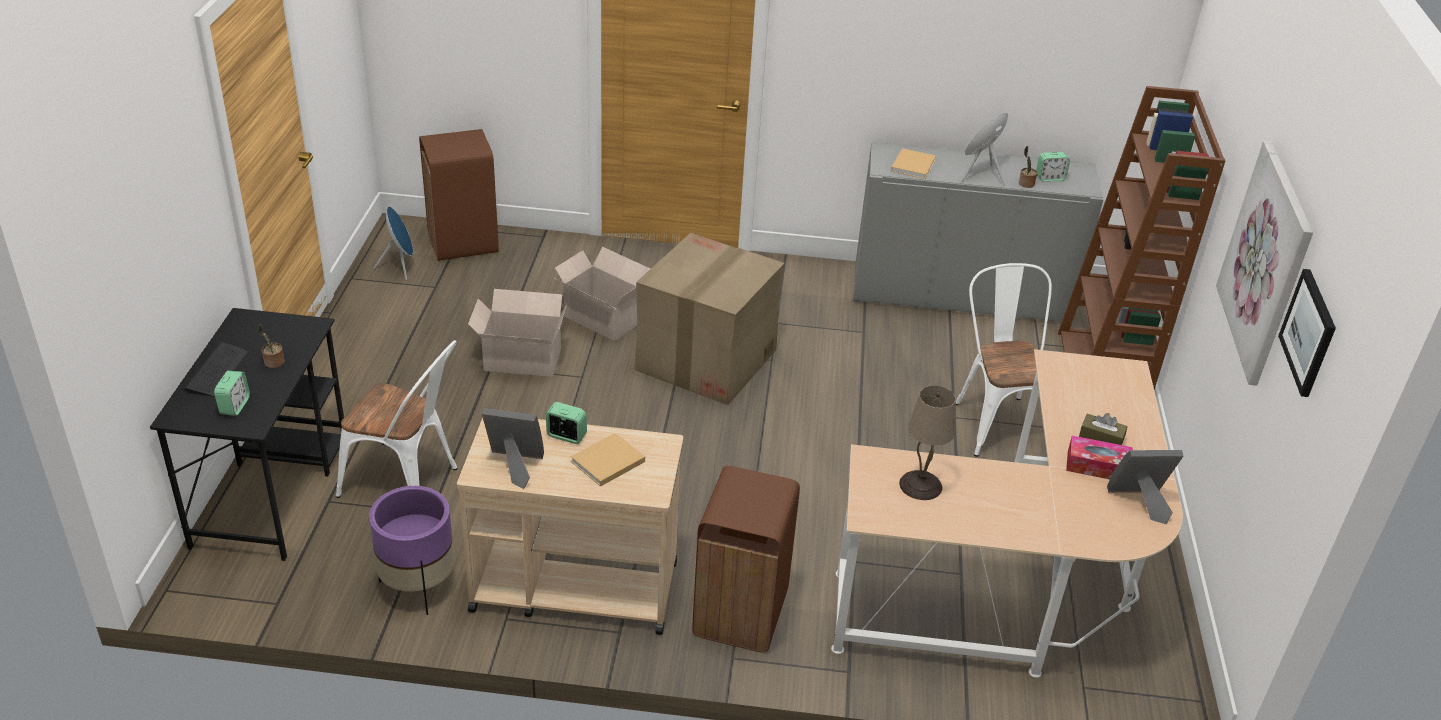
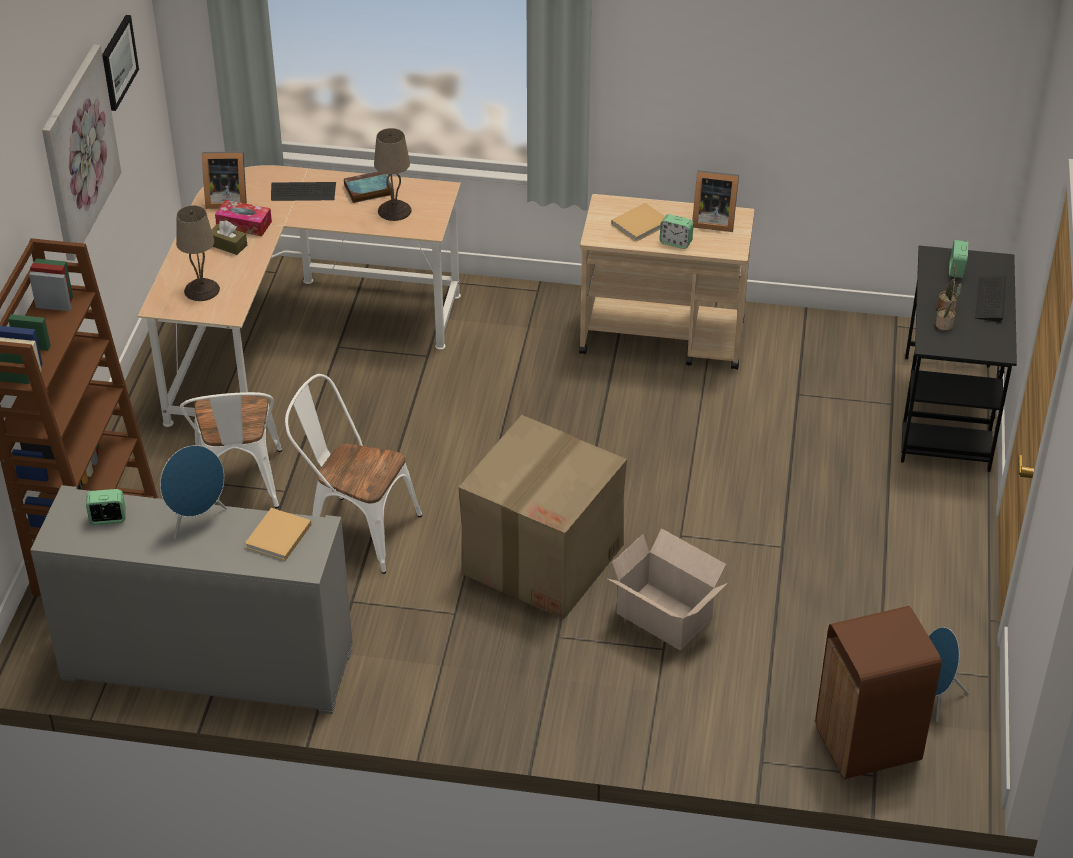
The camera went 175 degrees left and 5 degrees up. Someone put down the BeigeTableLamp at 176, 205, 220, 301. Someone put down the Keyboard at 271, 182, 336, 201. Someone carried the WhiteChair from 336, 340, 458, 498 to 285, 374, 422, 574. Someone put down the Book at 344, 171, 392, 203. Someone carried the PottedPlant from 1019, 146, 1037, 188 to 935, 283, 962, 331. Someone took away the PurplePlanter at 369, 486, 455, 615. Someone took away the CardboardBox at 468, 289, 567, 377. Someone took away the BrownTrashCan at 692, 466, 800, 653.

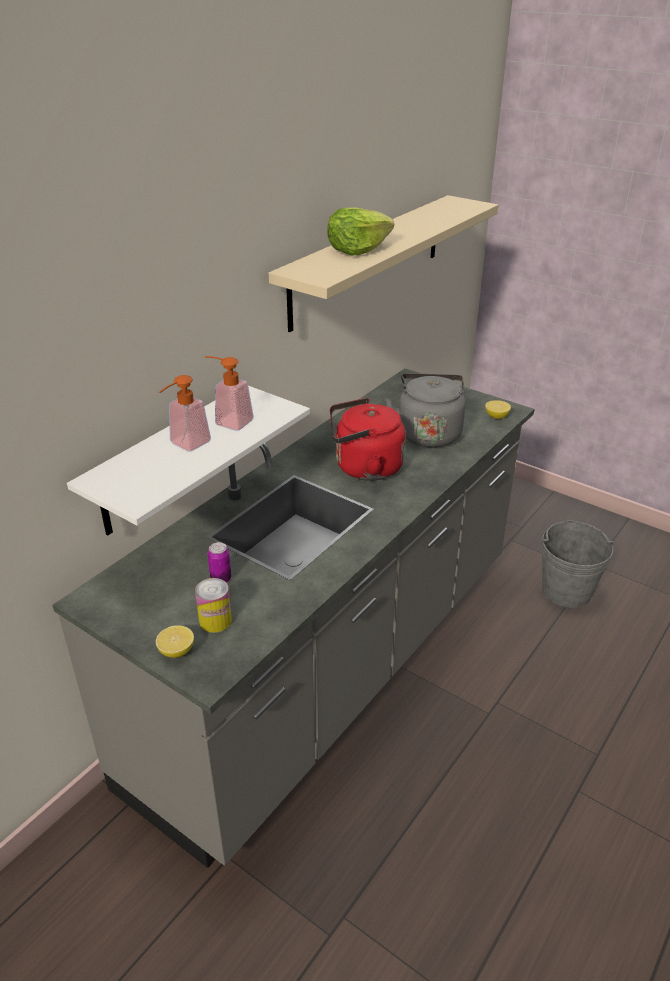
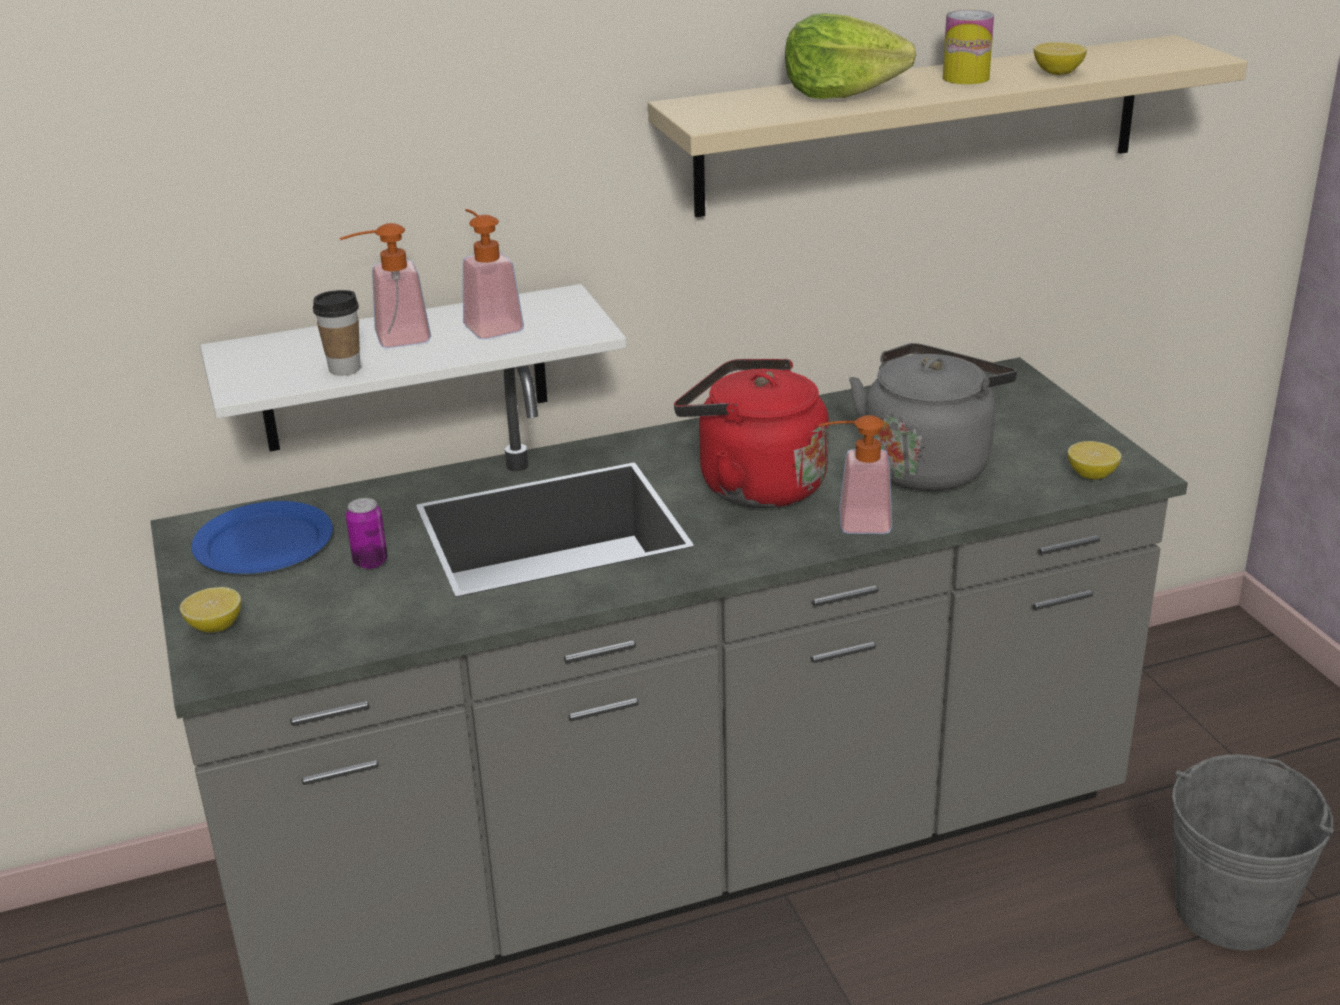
The camera went 35 degrees right and 5 degrees down. Someone put down the BluePlate at 191, 501, 333, 574. Someone put down the Cup at 313, 290, 361, 376. Someone put down the SoapDispenser at 819, 415, 892, 534. Someone carried the Can from 195, 578, 232, 633 to 943, 10, 994, 85. Someone put down the Lemon at 1034, 42, 1087, 75.

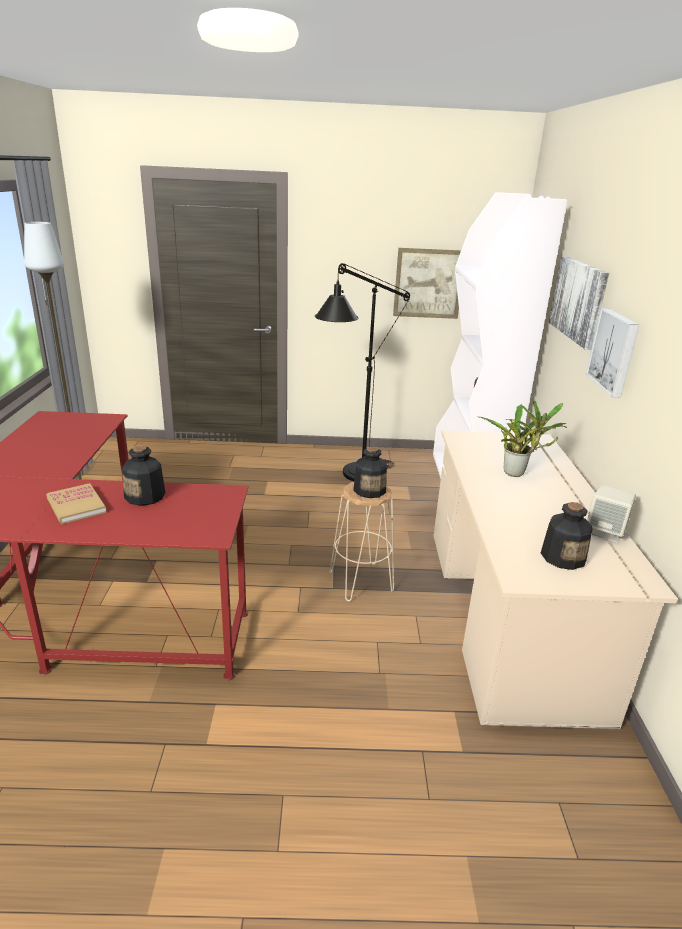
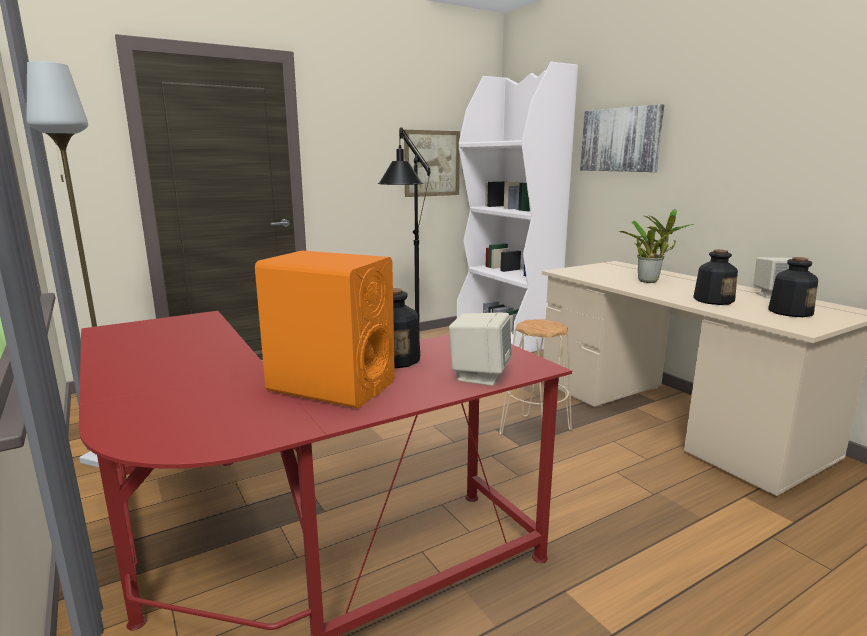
The camera went 30 degrees left and 10 degrees down. Someone swapped the Book at 46, 483, 106, 524 for the OrangeSpeaker at 255, 251, 395, 408. Someone put down the BeigeSpeaker at 449, 313, 512, 386. Someone carried the Bottle from 353, 447, 387, 498 to 693, 250, 738, 305. Someone took away the Picture at 586, 308, 639, 397.

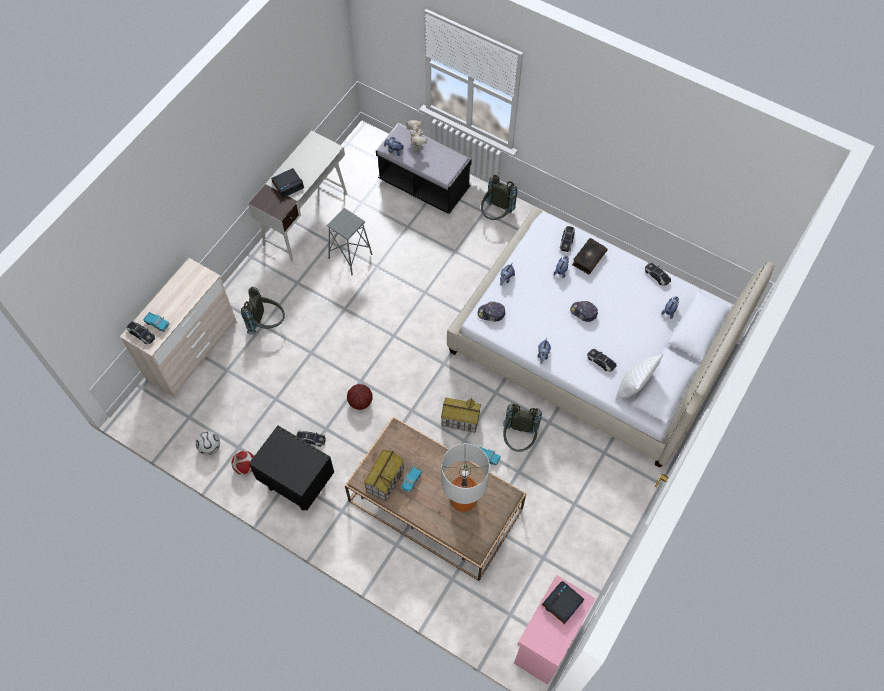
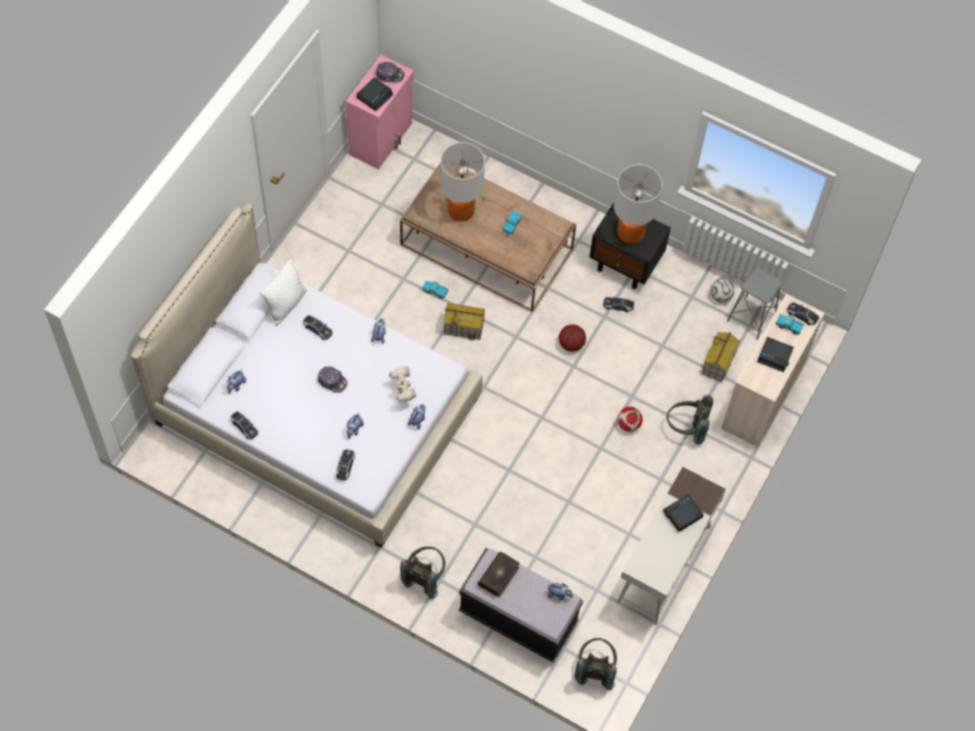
The camera went 175 degrees right and 0 degrees up. Someone carried the Cap from 478, 302, 505, 322 to 376, 62, 404, 82. Someone carried the ToyRobot from 406, 120, 428, 150 to 389, 367, 416, 403. Someone carried the Book from 572, 238, 607, 274 to 477, 552, 520, 597. Someone carried the GreyBackpack from 503, 403, 542, 452 to 574, 638, 617, 690. Someone put down the TableLamp at 614, 165, 663, 244. Someone carried the Football from 232, 451, 254, 475 to 617, 407, 643, 432. Someone carried the ToyHouse from 364, 449, 404, 501 to 702, 332, 740, 382. Someone carried the GreyStool from 327, 208, 373, 275 to 727, 267, 783, 340. Someone put down the AlarmClock at 757, 337, 794, 372.

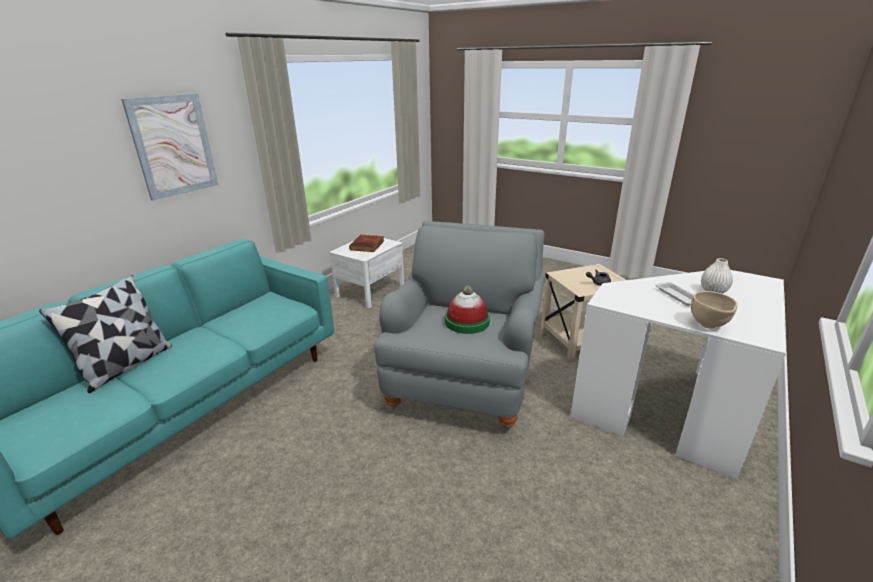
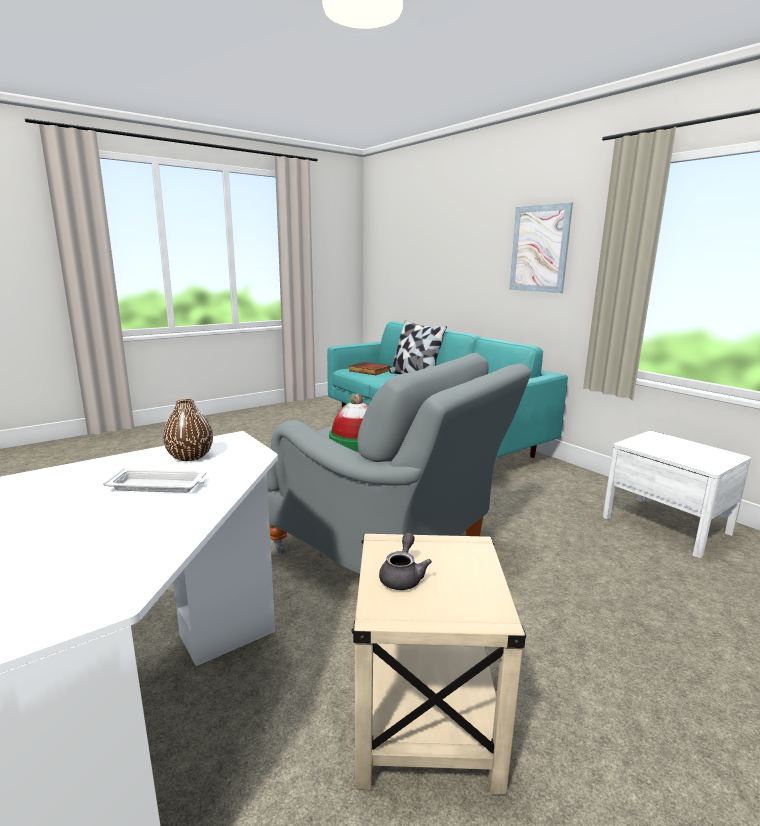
The camera went 110 degrees right and 10 degrees down. Someone put down the BrownVase at 163, 399, 213, 461. Someone carried the Book from 349, 235, 384, 252 to 349, 362, 390, 375. Someone took away the BeigeBowl at 691, 291, 738, 329. Someone took away the WhiteVase at 701, 258, 733, 294.

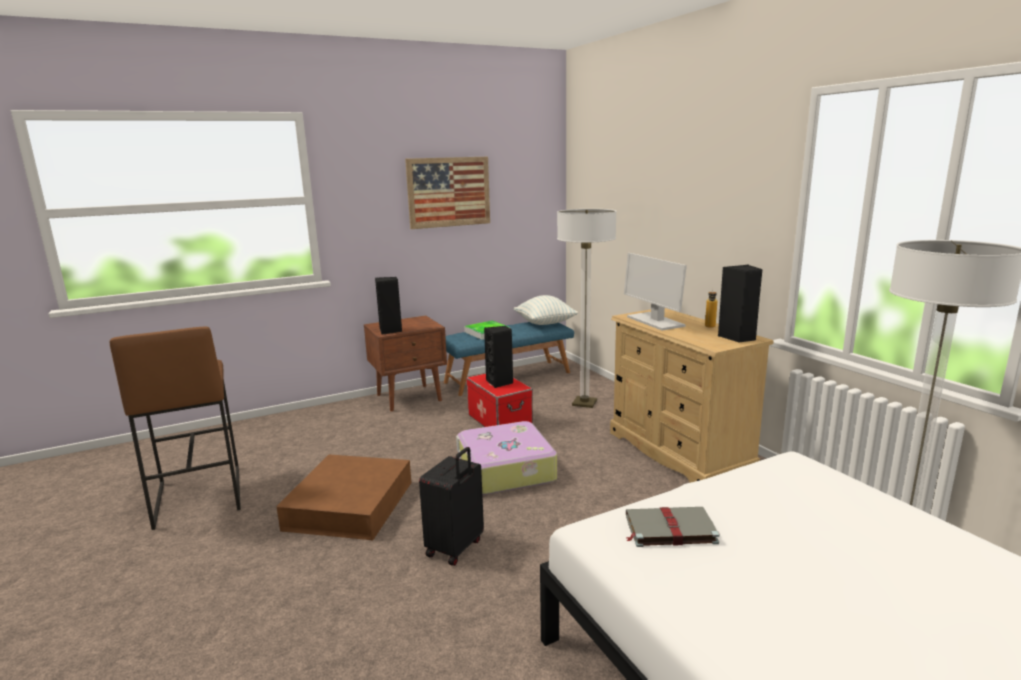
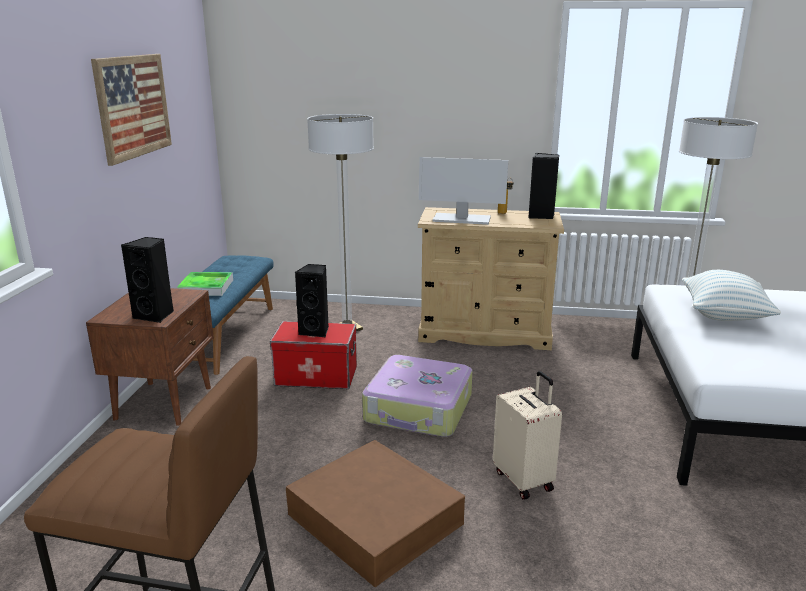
The camera went 55 degrees left and 5 degrees up. Someone repainted the BlackSuitcase at 419, 447, 484, 566, which became the BeigeSuitcase at 493, 371, 562, 500. Someone carried the Pillow from 514, 295, 578, 325 to 682, 270, 781, 321. Someone took away the GreyBook at 625, 507, 720, 547.

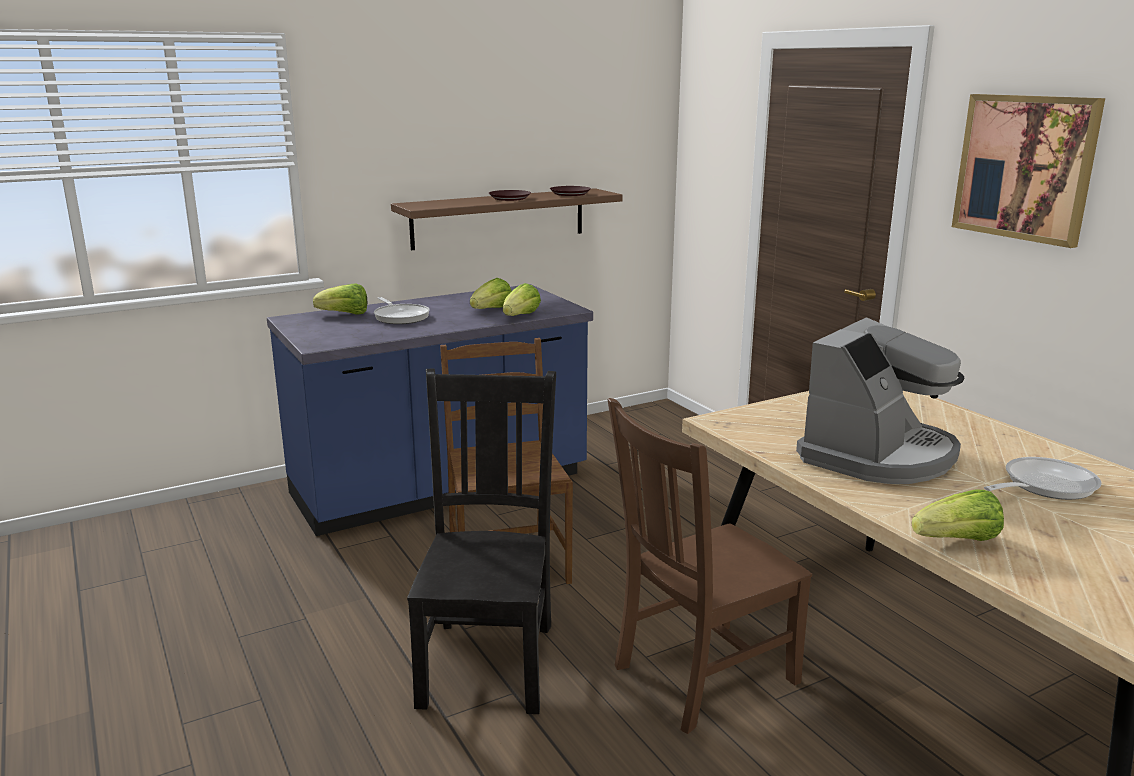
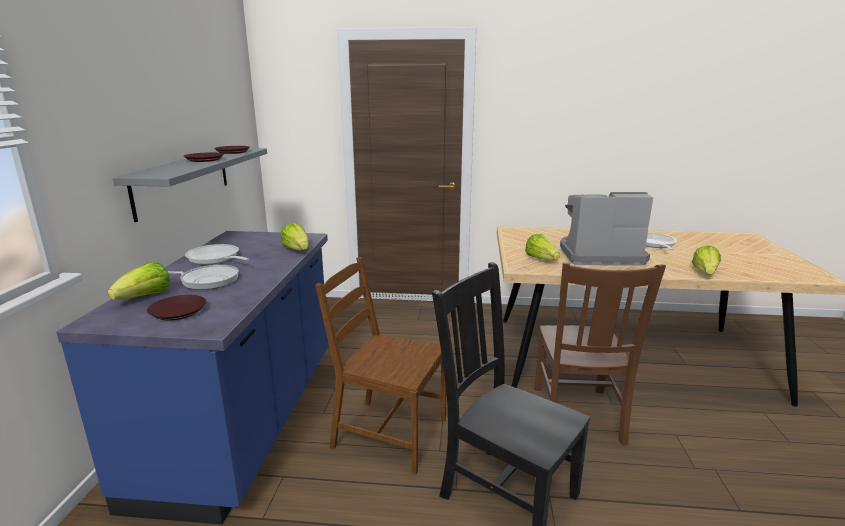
The camera went 55 degrees left and 0 degrees up. Someone repainted the BrownShelf at 391, 188, 623, 250, which became the GreyShelf at 113, 148, 267, 222. Someone put down the BrownPlate at 147, 295, 206, 321. Someone put down the FryingPan at 185, 244, 249, 265. Someone carried the Lettuce from 470, 278, 511, 309 to 525, 234, 560, 260. Someone rotated the CoffeeMachine at 796, 317, 964, 484 by 75 degrees counterclockwise. Someone took away the Picture at 952, 94, 1105, 248.

